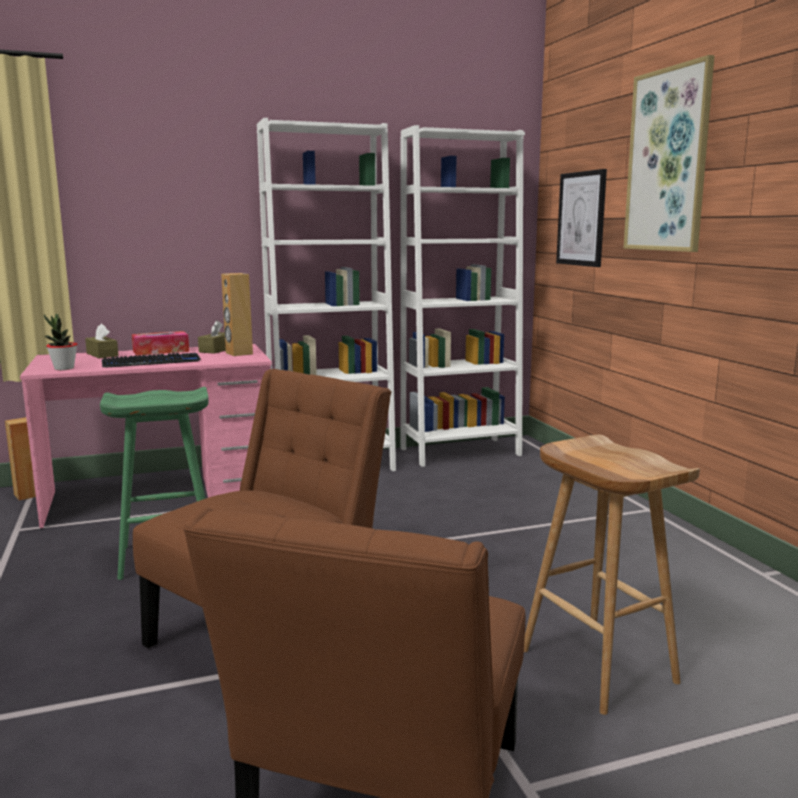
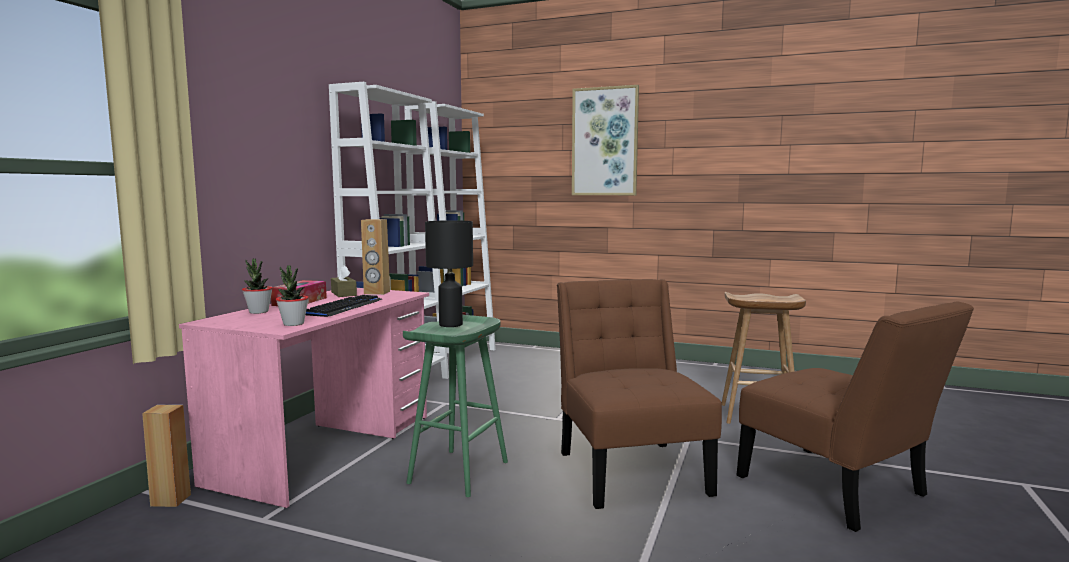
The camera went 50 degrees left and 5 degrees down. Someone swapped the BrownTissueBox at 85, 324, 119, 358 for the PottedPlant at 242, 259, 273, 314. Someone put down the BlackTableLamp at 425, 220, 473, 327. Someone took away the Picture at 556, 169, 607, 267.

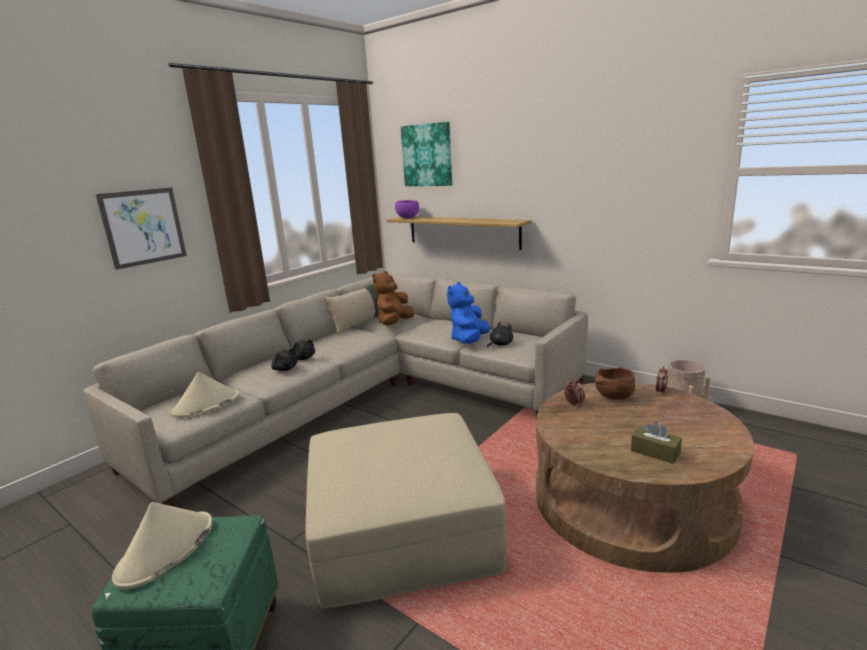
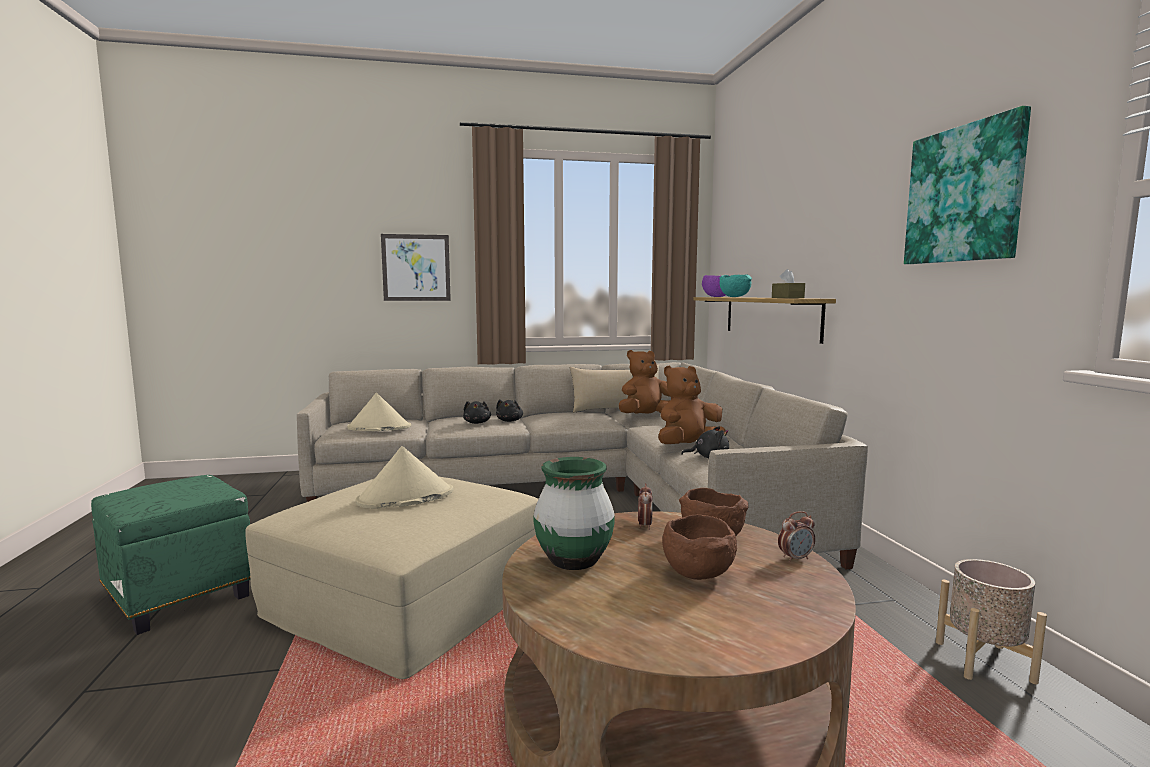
The camera went 40 degrees right and 10 degrees down. Someone carried the BeigeHat from 112, 502, 212, 589 to 355, 446, 453, 509. Someone put down the GreenVase at 533, 457, 615, 570. Someone repainted the BluePlushToy at 447, 282, 490, 344, which became the BrownPlushToy at 658, 366, 725, 444. Someone put down the BrownBowl at 662, 514, 737, 580. Someone put down the TurquoiseBowl at 719, 274, 752, 297. Someone carried the BrownTissueBox from 631, 421, 682, 464 to 772, 269, 805, 298. Someone carried the Picture from 401, 122, 452, 186 to 904, 106, 1031, 264.

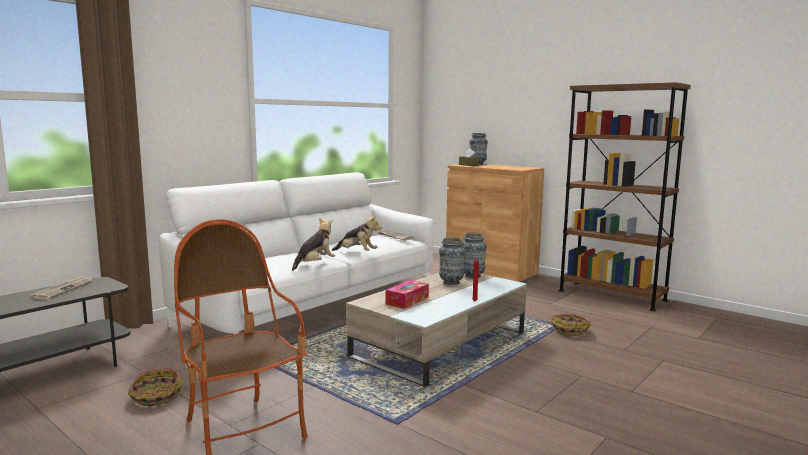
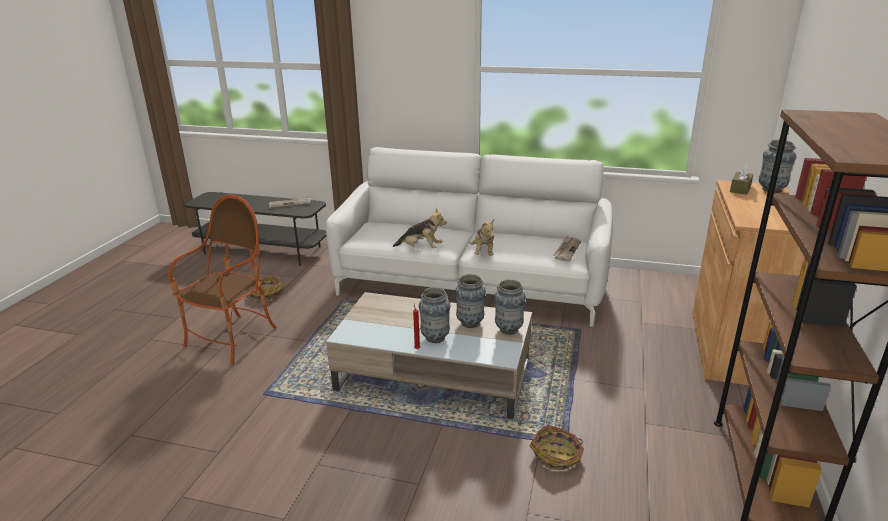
The camera went 65 degrees right and 15 degrees up. Someone put down the Vase at 419, 287, 450, 343. Someone took away the TissueBox at 386, 280, 429, 309.

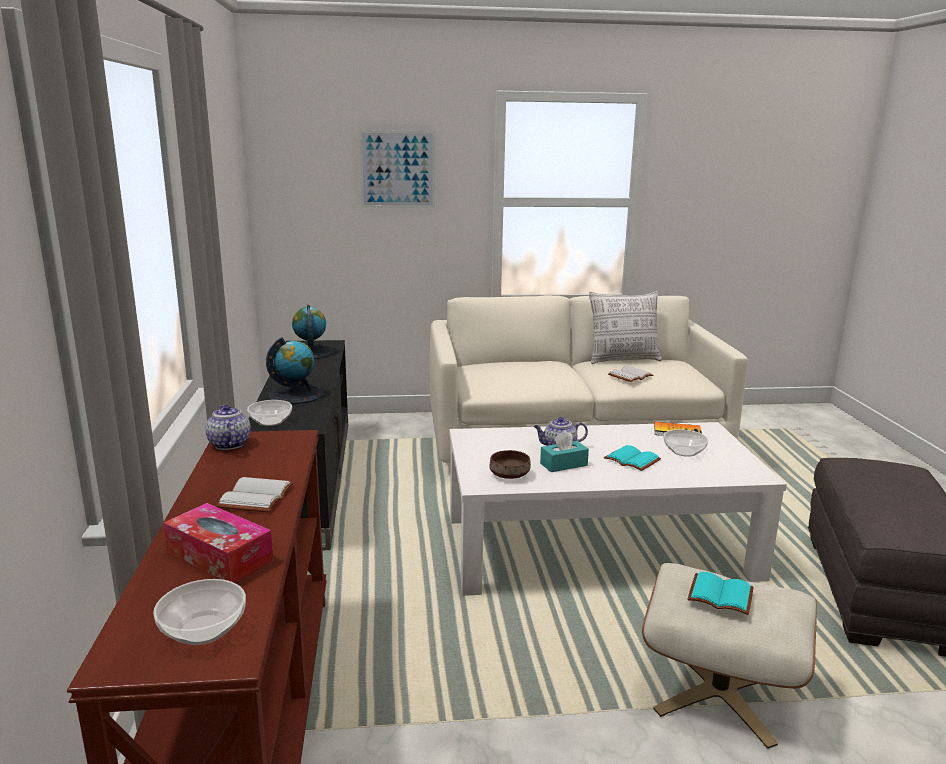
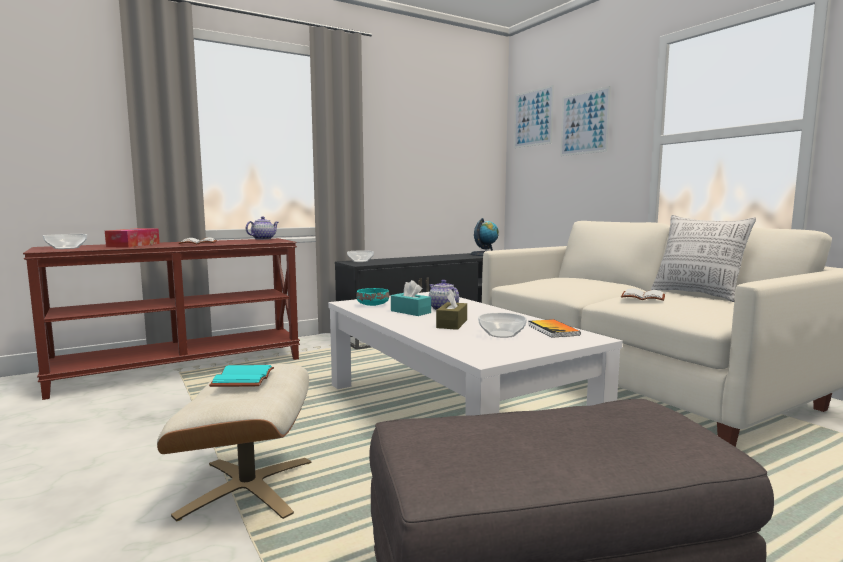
The camera went 65 degrees right and 10 degrees down. Someone repainted the BrownBowl at 490, 450, 531, 479, which became the TurquoiseBowl at 357, 288, 389, 306. Someone swapped the TurquoiseBook at 604, 445, 661, 471 for the BrownTissueBox at 436, 289, 467, 330. Someone put up the Picture at 514, 85, 554, 148. Someone took away the Globe at 266, 337, 324, 404.

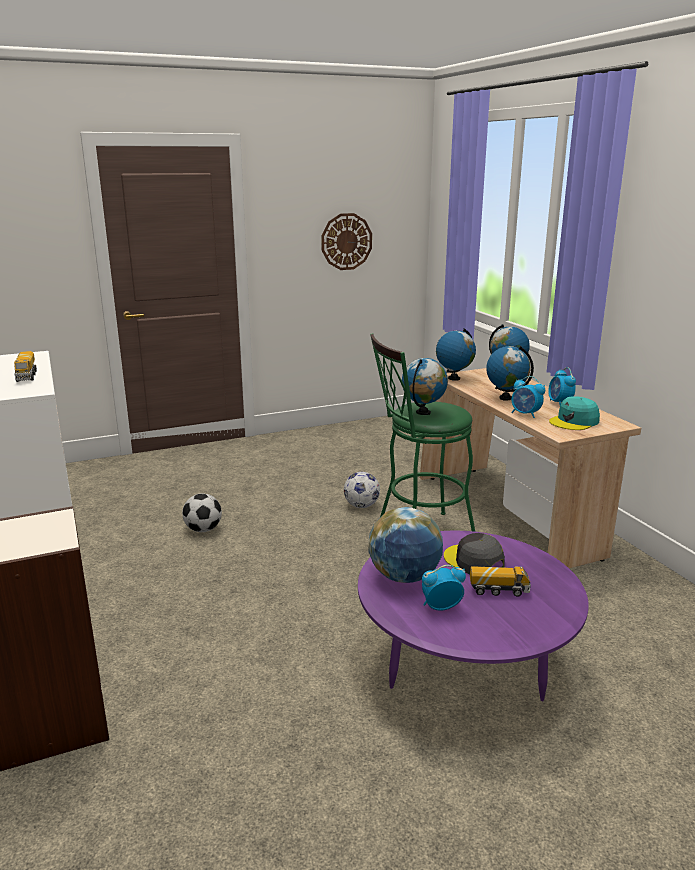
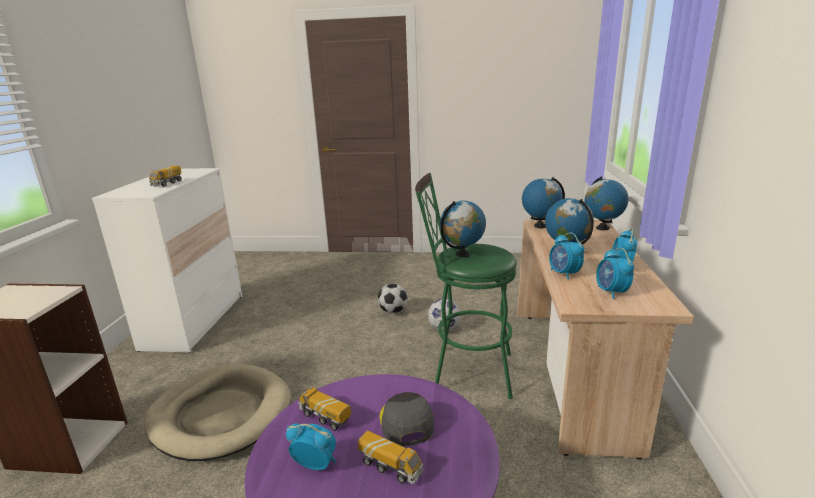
The camera went 30 degrees right and 0 degrees up. Someone put down the BeigeDogBed at 144, 364, 291, 461. Someone swapped the Globe at 369, 507, 443, 583 for the ToyTruck at 298, 387, 351, 431. Someone carried the Football from 182, 493, 222, 532 to 378, 283, 408, 314. Someone swapped the TurquoiseCap at 549, 396, 600, 430 for the AlarmClock at 596, 248, 634, 299. Someone took away the WallClock at 321, 213, 372, 270.

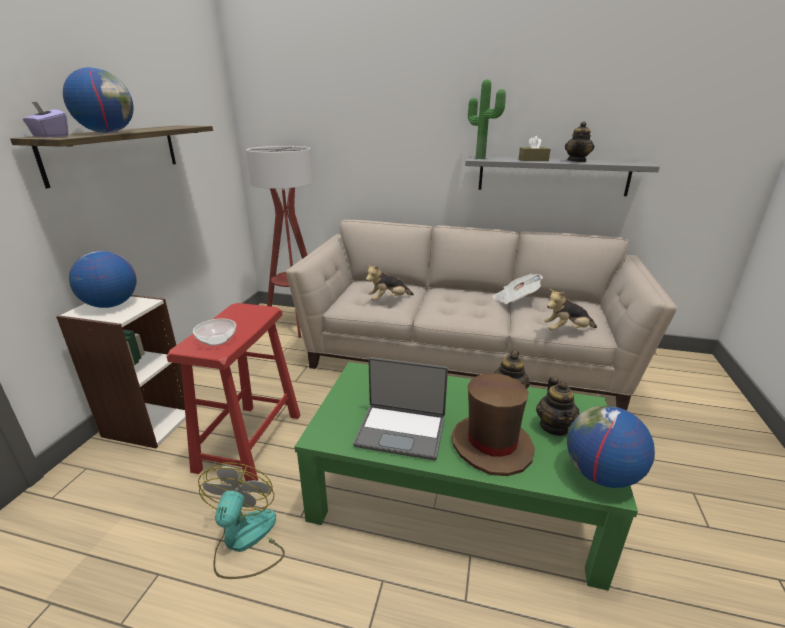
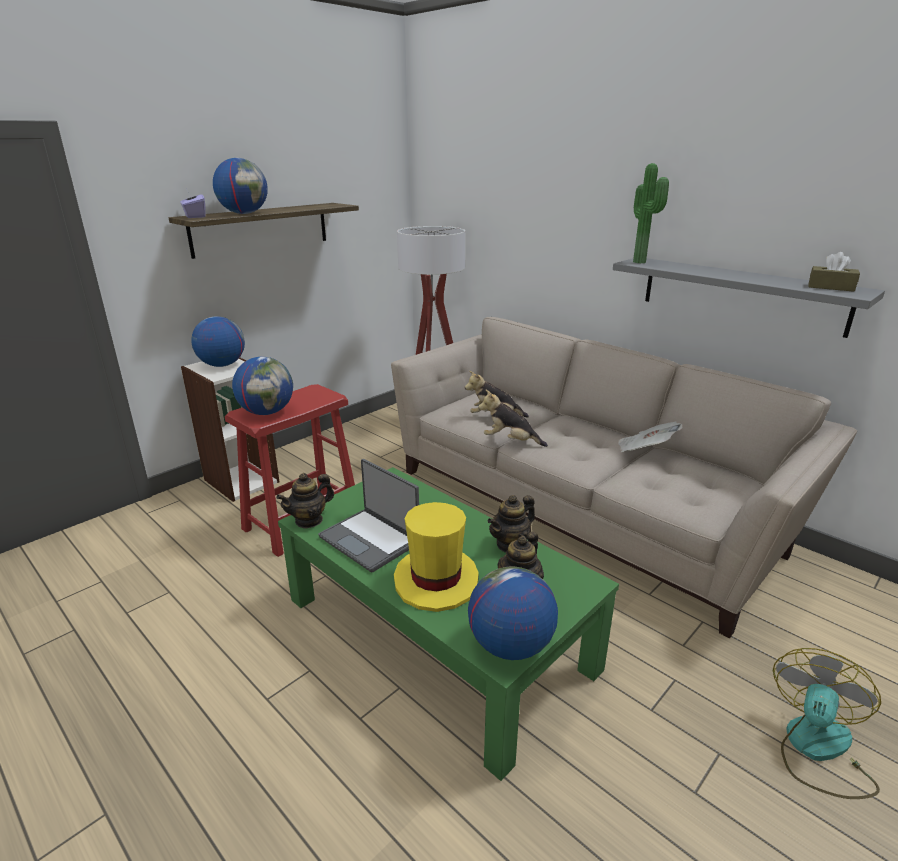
The camera went 30 degrees right and 0 degrees up. Someone swapped the Bowl at 193, 318, 236, 346 for the Globe at 232, 357, 293, 415. Someone carried the Teapot from 565, 121, 595, 162 to 276, 473, 334, 529. Someone repainted the BrownHat at 452, 373, 535, 476, which became the YellowHat at 394, 502, 479, 612. Someone carried the PlushToy from 544, 289, 597, 330 to 478, 389, 548, 447. Someone carried the Fan from 198, 462, 285, 579 to 773, 648, 881, 799. Someone carried the BrownTissueBox from 519, 136, 551, 161 to 809, 252, 860, 292.

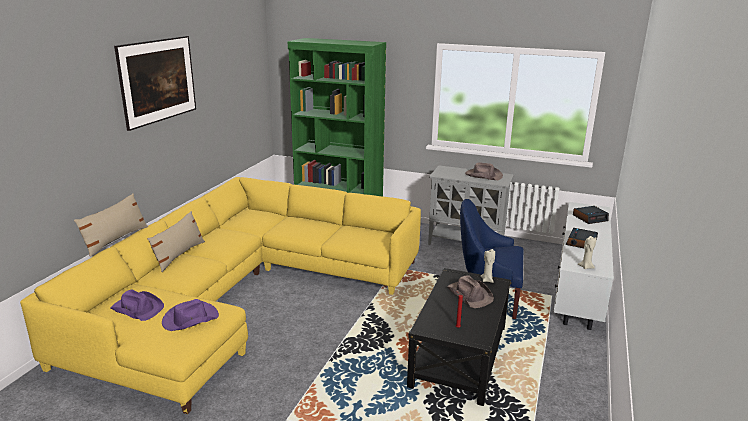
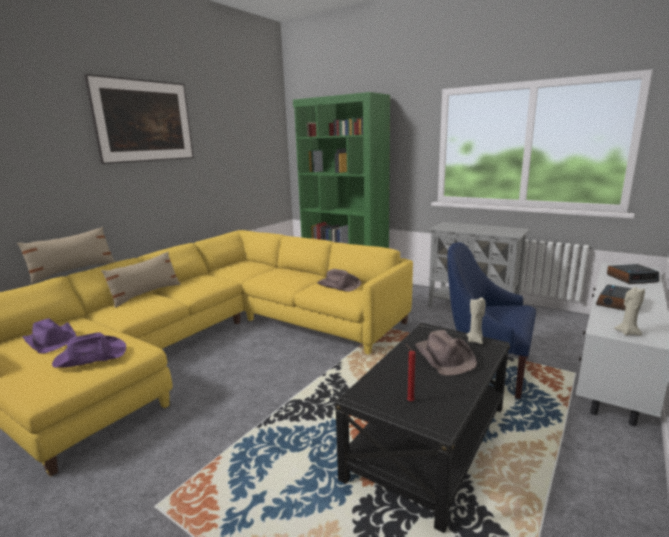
The camera went 15 degrees right and 5 degrees down. Someone carried the BrownHat from 465, 162, 503, 180 to 317, 269, 361, 292.

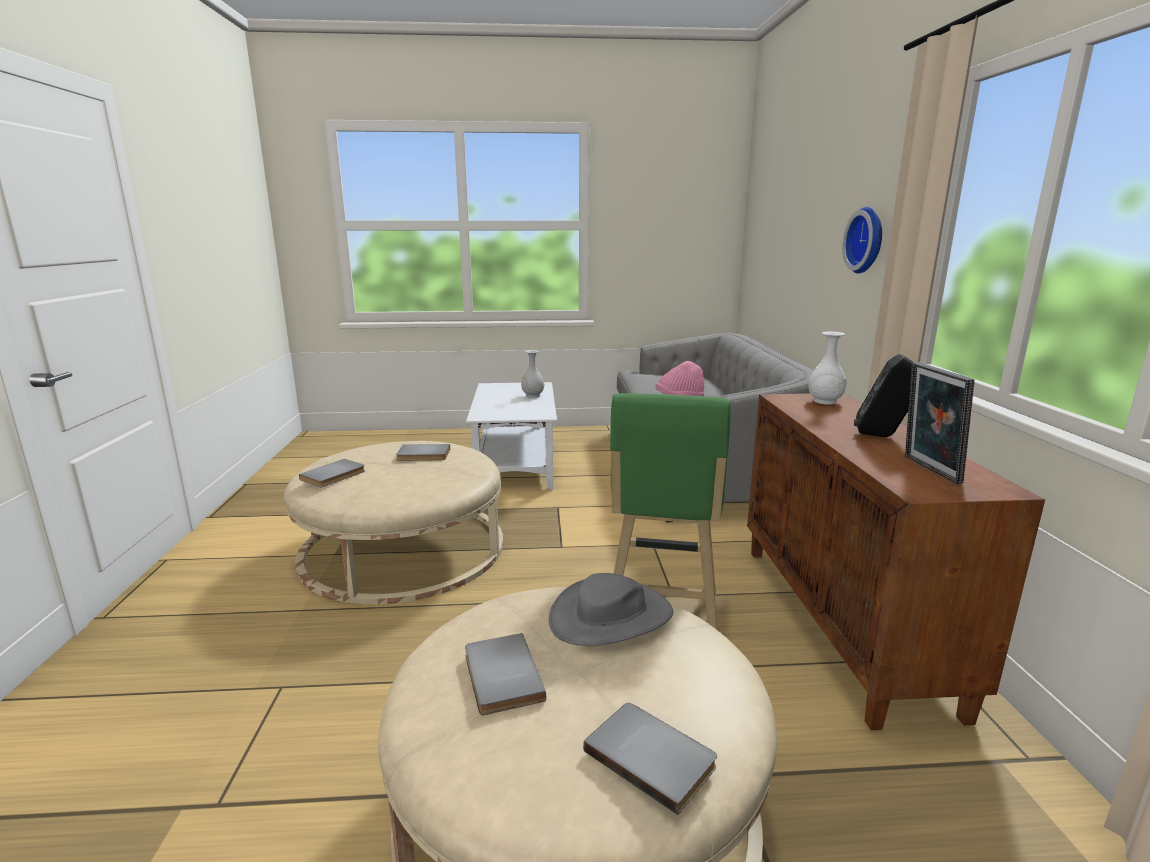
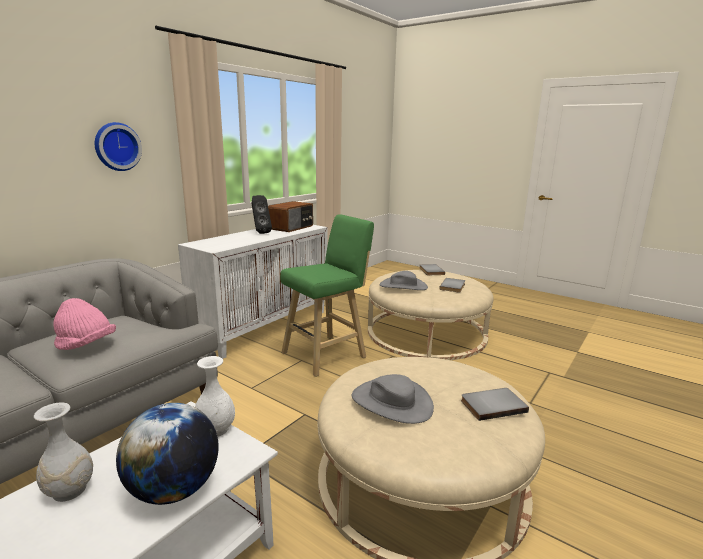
The camera went 140 degrees left and 0 degrees up. Someone put down the Globe at 116, 403, 219, 505. Someone repainted the BrownCabinet at 747, 393, 1045, 730, which became the WhiteCabinet at 178, 225, 328, 359. Someone carried the WhiteVase from 808, 332, 846, 405 to 195, 356, 235, 437. Someone swapped the PictureFrame at 905, 362, 974, 484 for the Radio at 268, 201, 313, 232. Someone swapped the GreyBook at 396, 444, 450, 461 for the GreyHat at 352, 374, 434, 424.

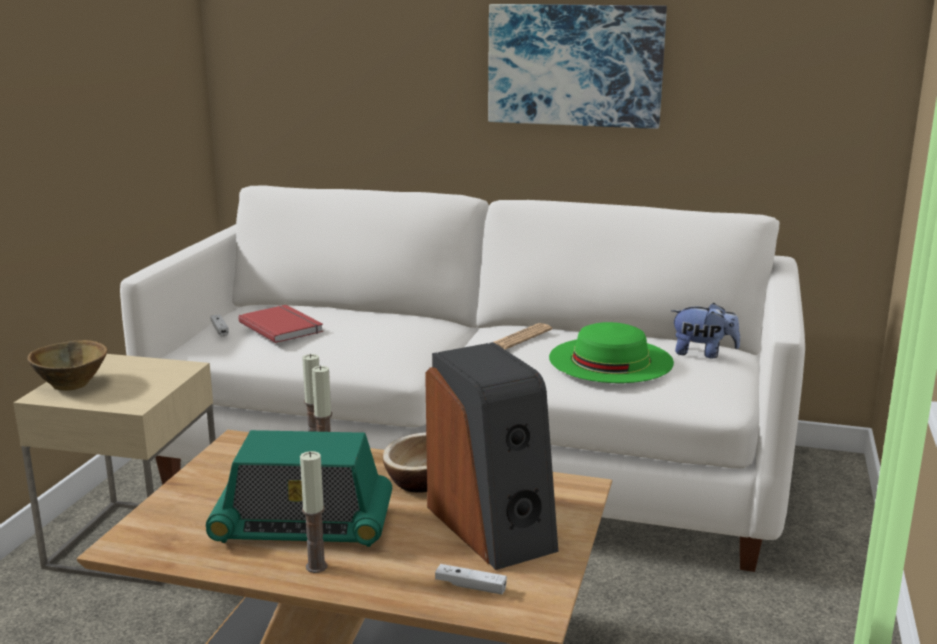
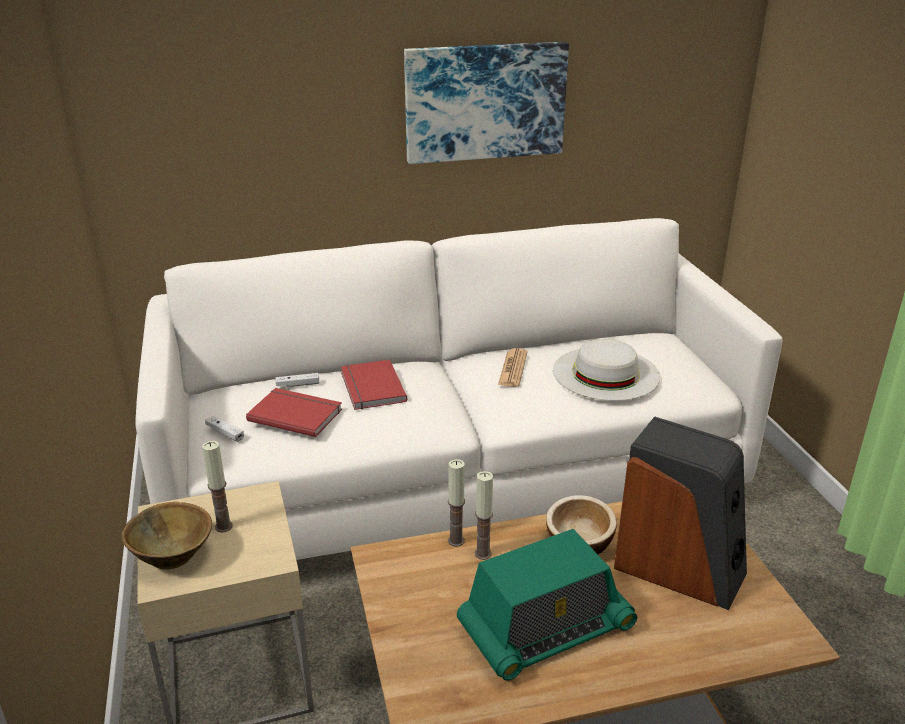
The camera went 30 degrees left and 10 degrees up. Someone carried the Candle from 300, 451, 327, 573 to 202, 441, 233, 533. Someone carried the WhiteGameController from 435, 564, 507, 594 to 275, 373, 319, 387. Someone put down the RedBook at 341, 360, 407, 410. Someone repainted the GreenHat at 549, 322, 674, 383, which became the WhiteHat at 553, 339, 660, 401. Someone took away the PlushToy at 671, 303, 740, 359.

